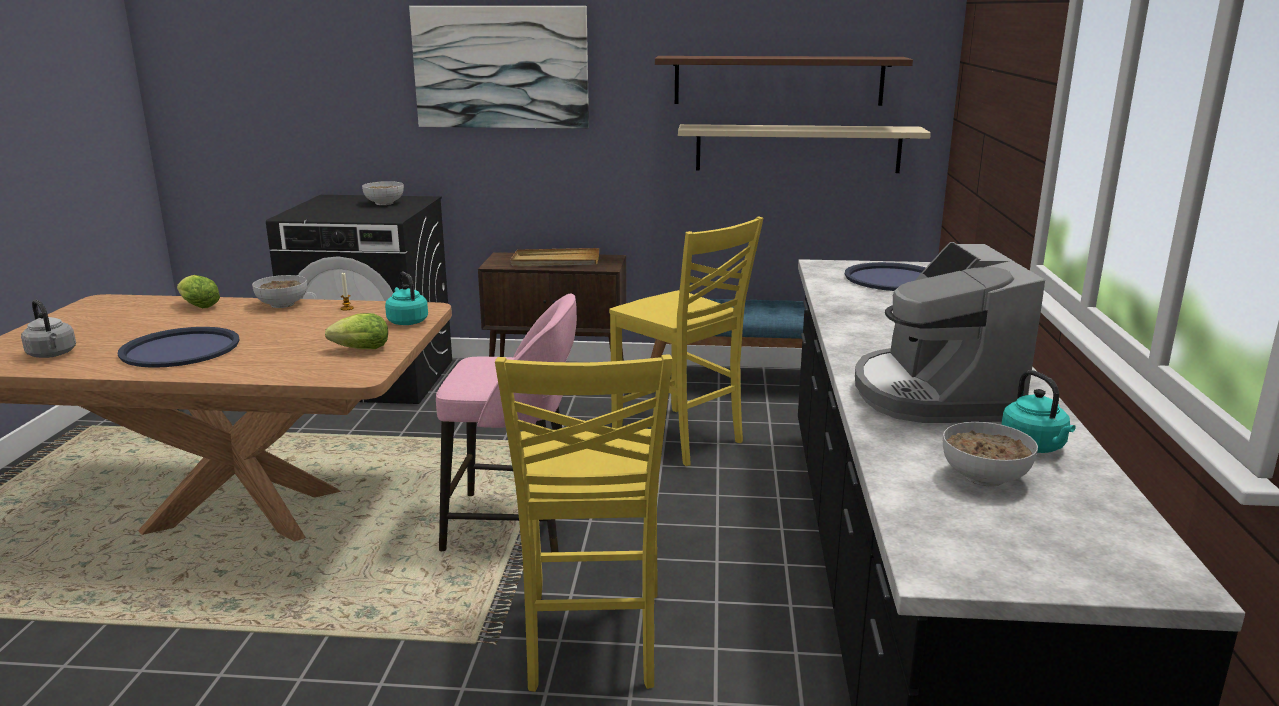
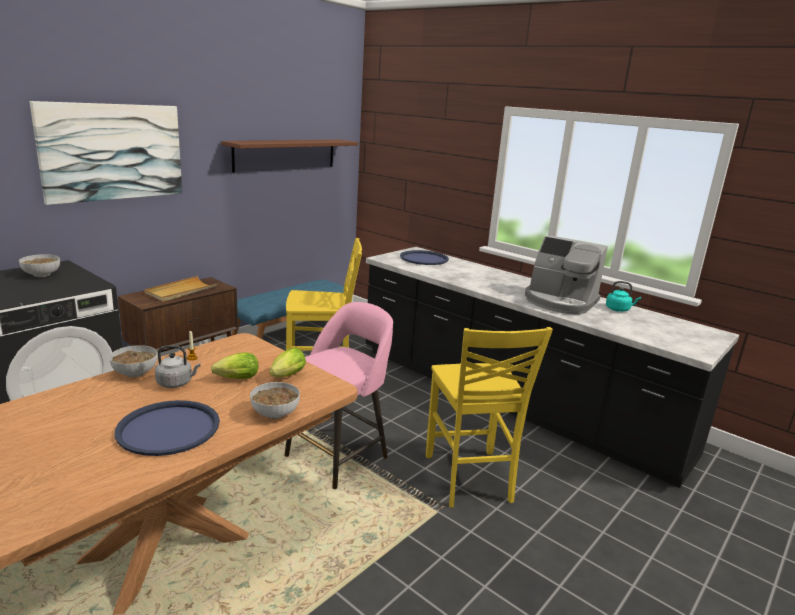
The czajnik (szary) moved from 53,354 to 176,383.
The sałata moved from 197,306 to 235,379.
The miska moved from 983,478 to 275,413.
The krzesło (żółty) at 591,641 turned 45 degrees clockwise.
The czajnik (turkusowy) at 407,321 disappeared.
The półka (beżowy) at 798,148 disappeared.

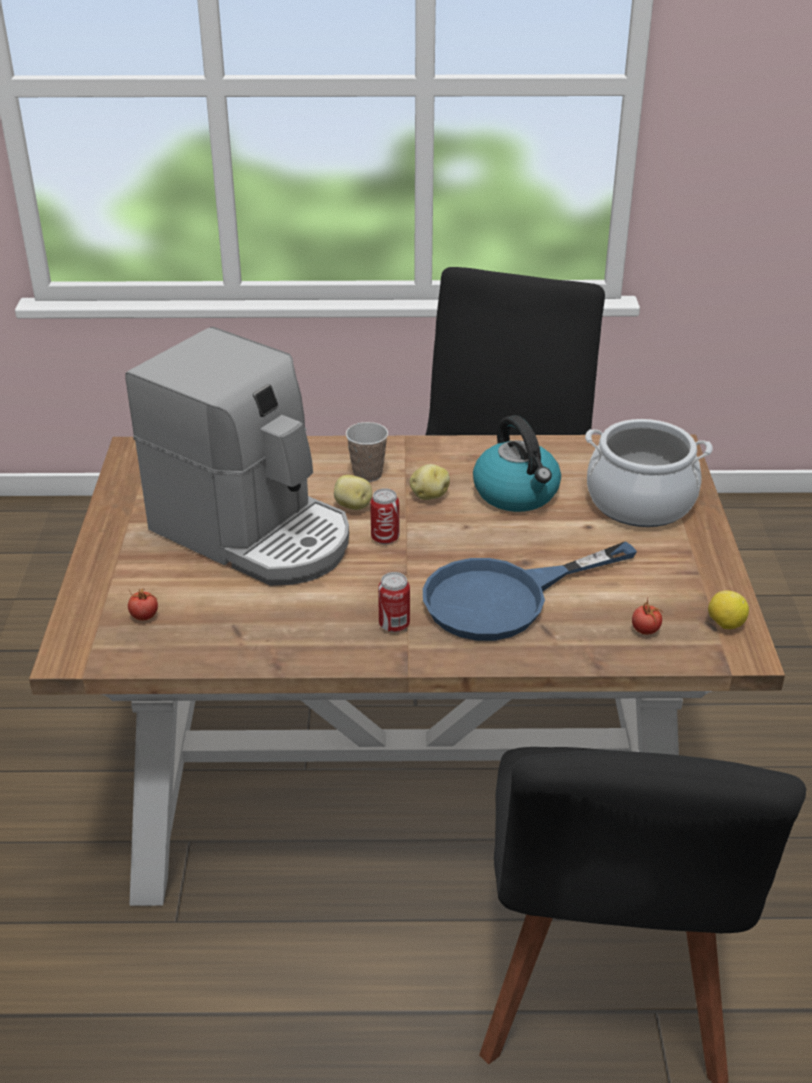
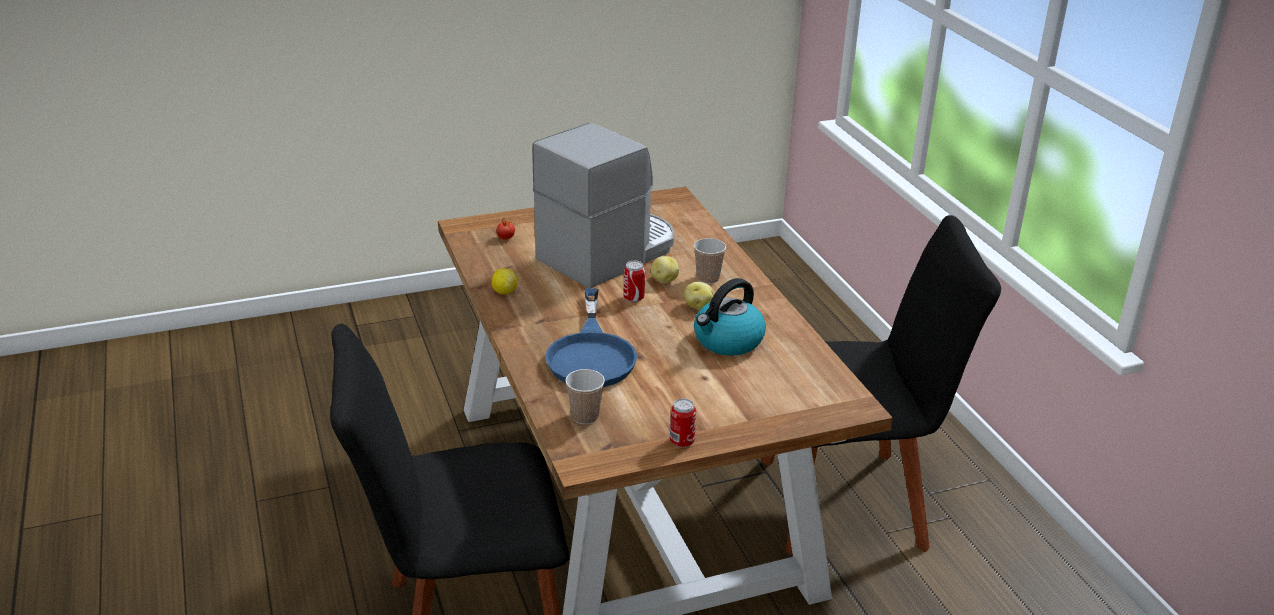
The cytryna moved from 725,624 to 504,292.
The ekspres do kawy at 254,533 turned 150 degrees counterclockwise.
The patelnia (niebieski) at 504,598 turned 135 degrees counterclockwise.
The pomidor at 645,630 was replaced by the filiżanka at 585,417.
The puszka moved from 394,625 to 682,442.
The garnek at 640,502 disappeared.

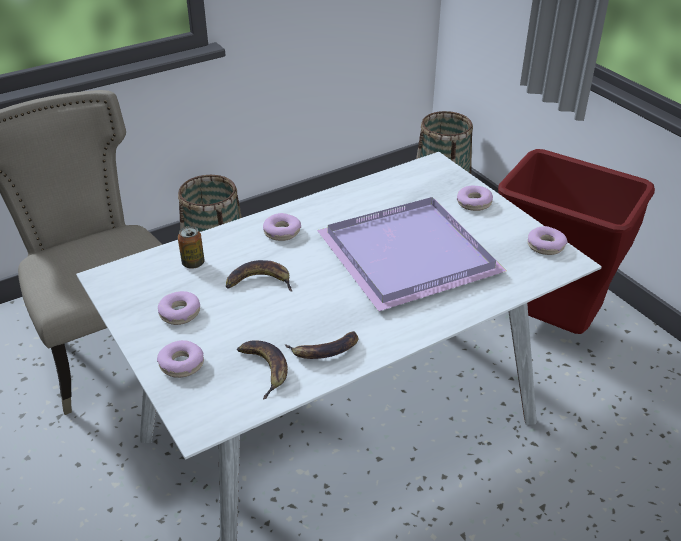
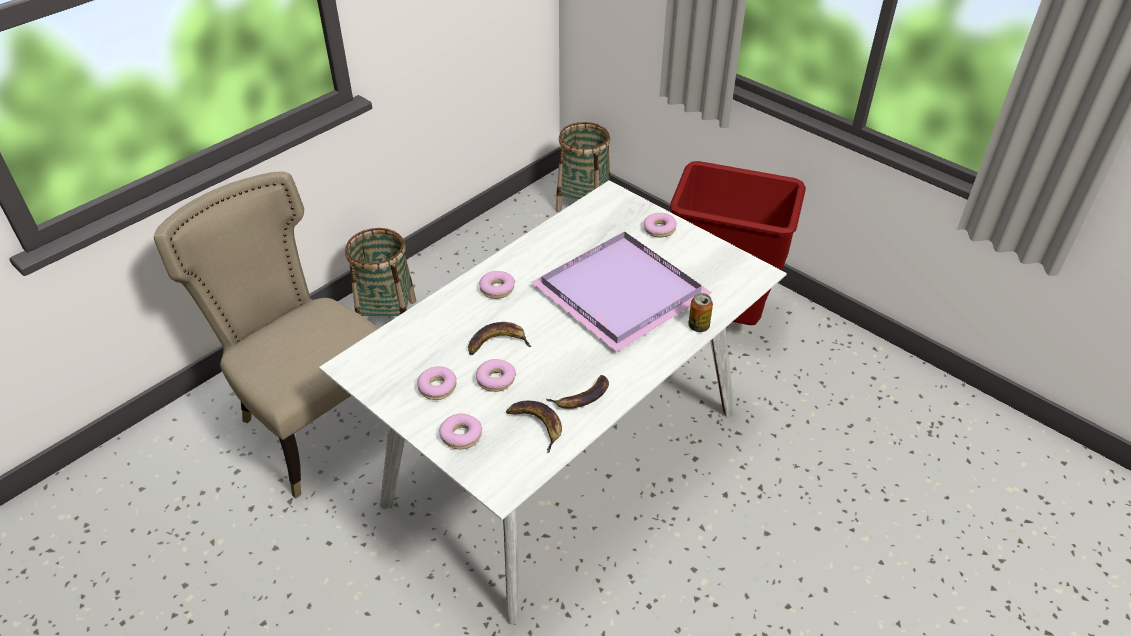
The donut moved from 545,246 to 496,380.
The puszka moved from 193,263 to 698,326.

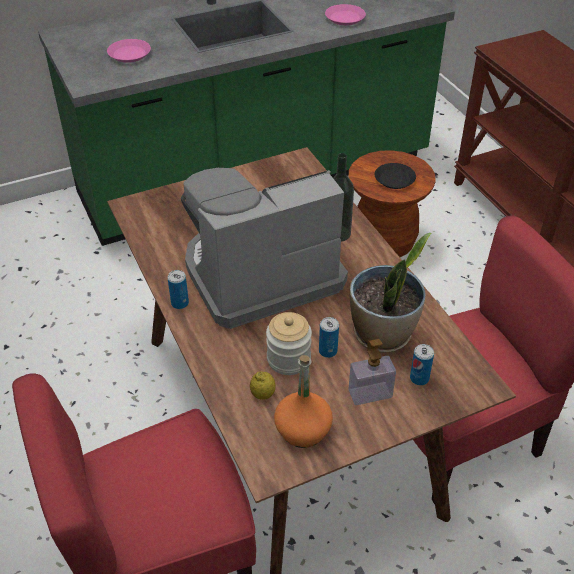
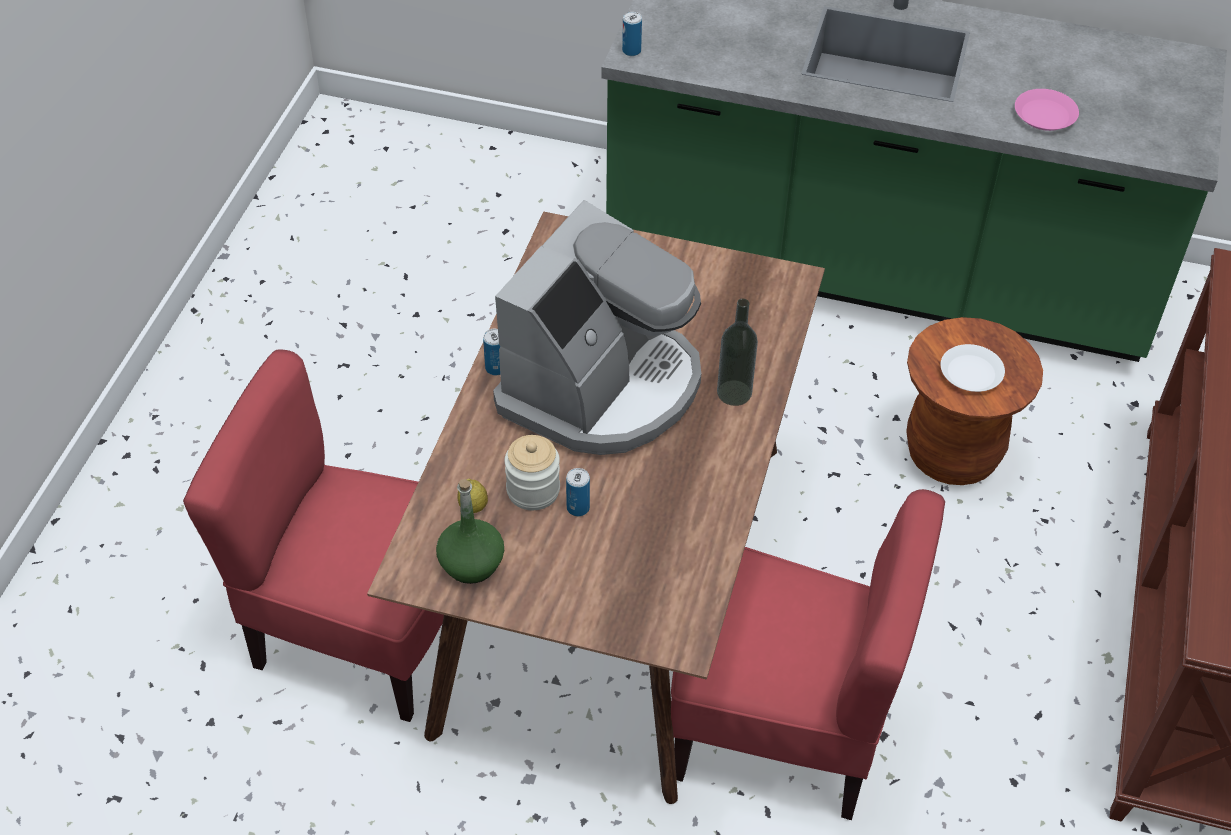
The butelka (pomarańczowy) at 303,430 became the butelka (zielony) at 471,563.
The ekspres do kawy at 259,274 turned 105 degrees clockwise.
The puszka moved from 419,378 to 631,51.
The talerz (czarny) at 394,179 became the talerz (biały) at 971,373.
The talerz (różowy) at 129,54 disappeared.
The dozownik mydła at 370,394 disappeared.
The roślina doniczkowa at 383,335 disappeared.

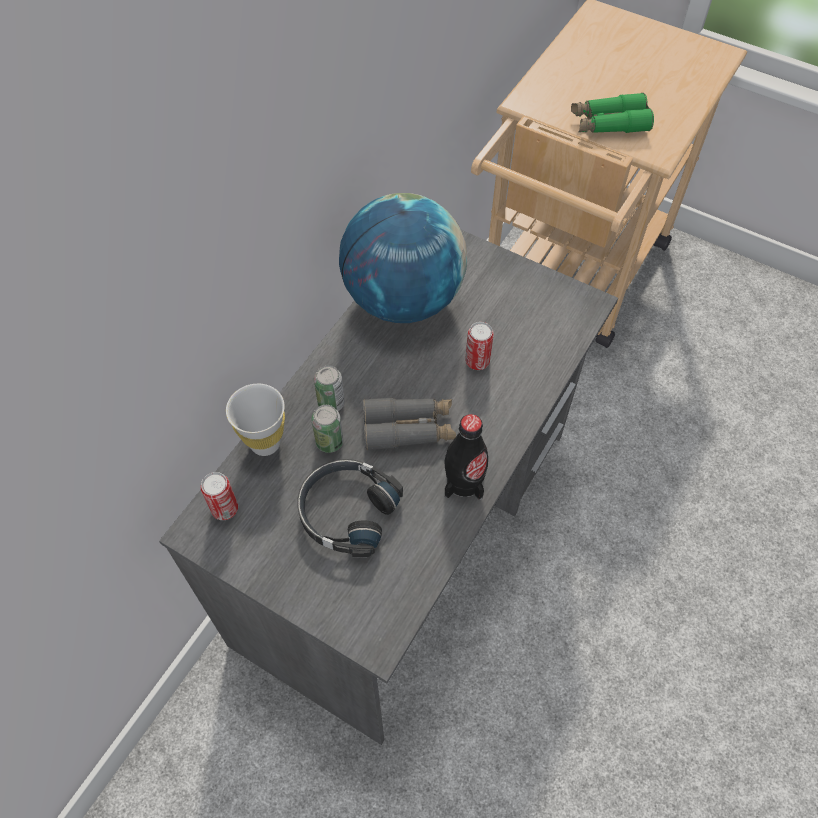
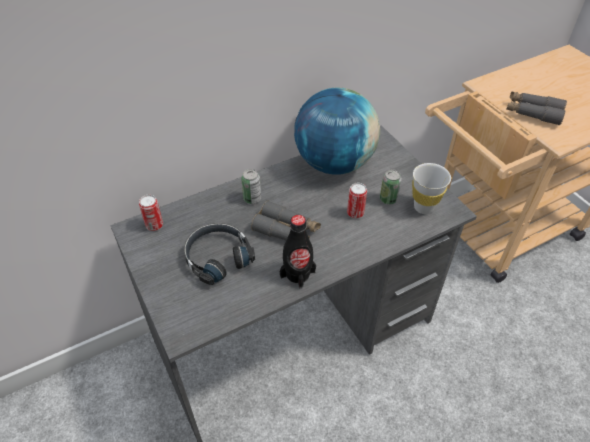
The puszka moved from 329,442 to 388,199.
The filiżanka (biały) moved from 265,443 to 423,207.
The lornetka (zielony) at 609,123 became the lornetka (szary) at 533,112.

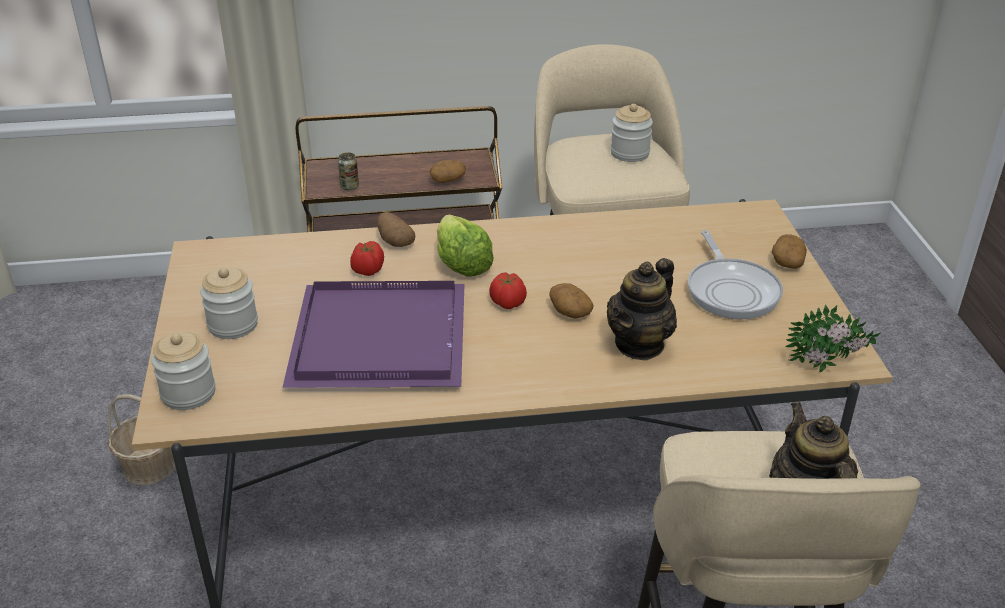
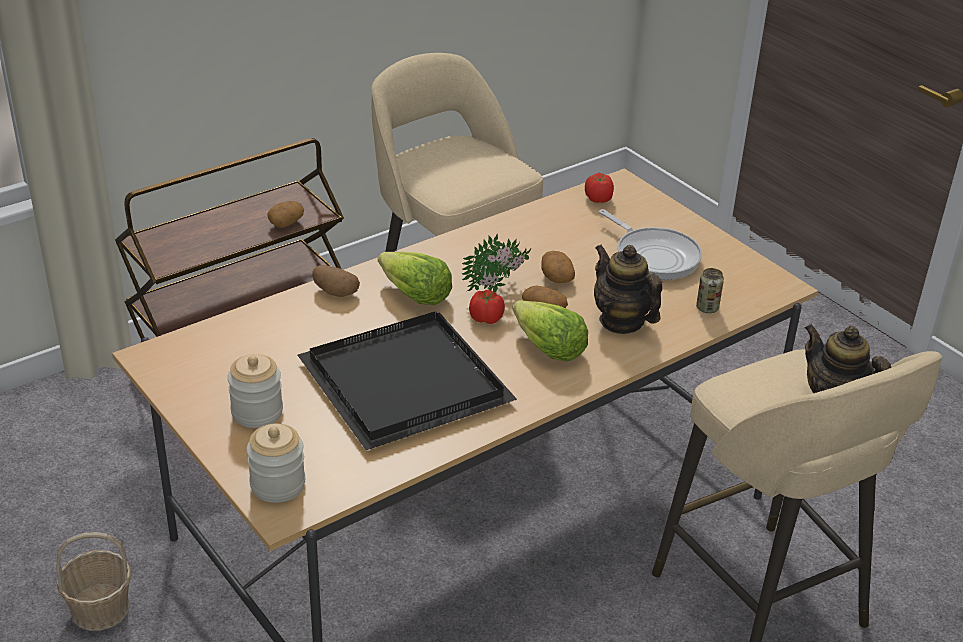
The taca (fioletowy) at 382,341 became the taca (czarny) at 409,383.
The roślina doniczkowa moved from 828,368 to 498,289.
The sałata at 547,348 appeared.
The ziemniak moved from 787,261 to 556,277.
The pomidor moved from 367,270 to 597,199.
The imbryk at 640,344 turned 135 degrees clockwise.
The puszka moved from 349,186 to 707,308.
The słoik at 629,153 disappeared.

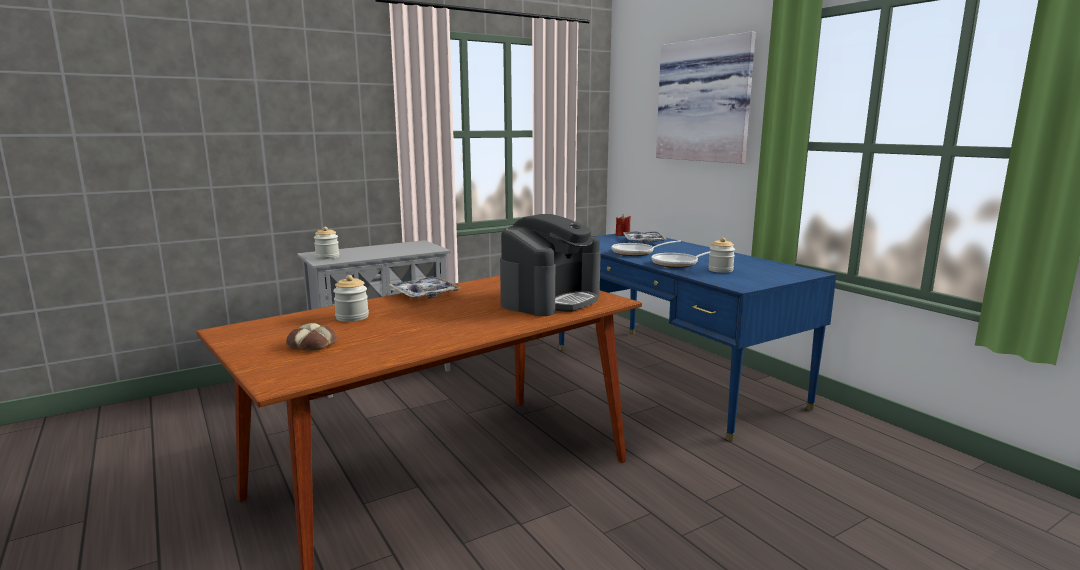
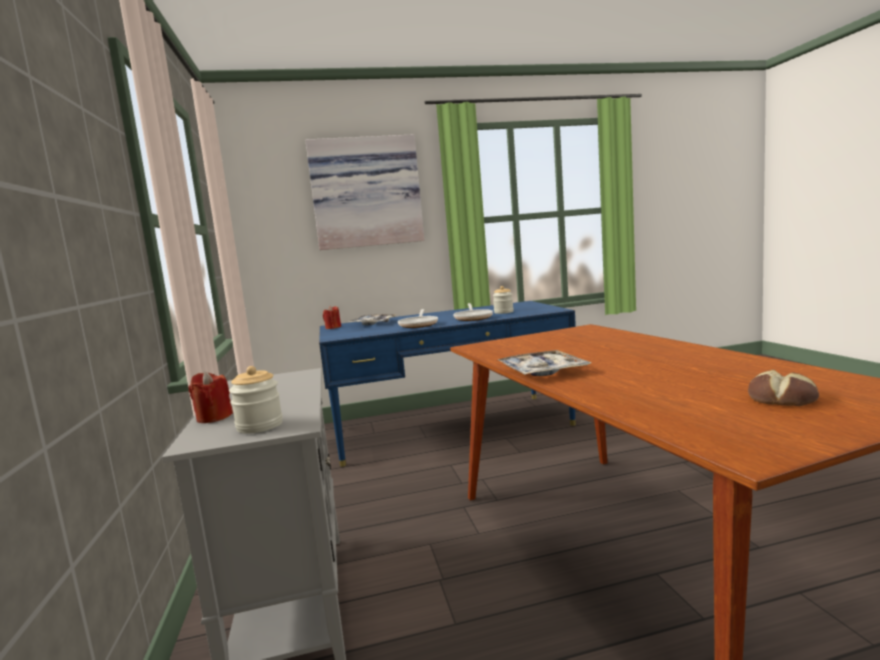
The świeca (czerwony) at 214,417 appeared.
The słoik at 352,317 disappeared.
The ekspres do kawy at 551,300 disappeared.

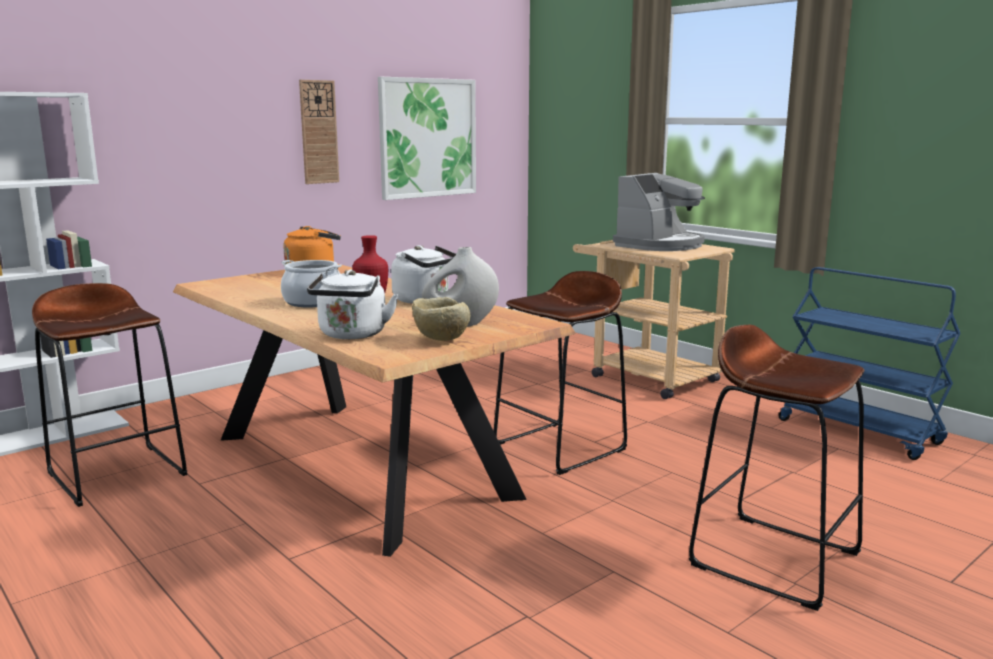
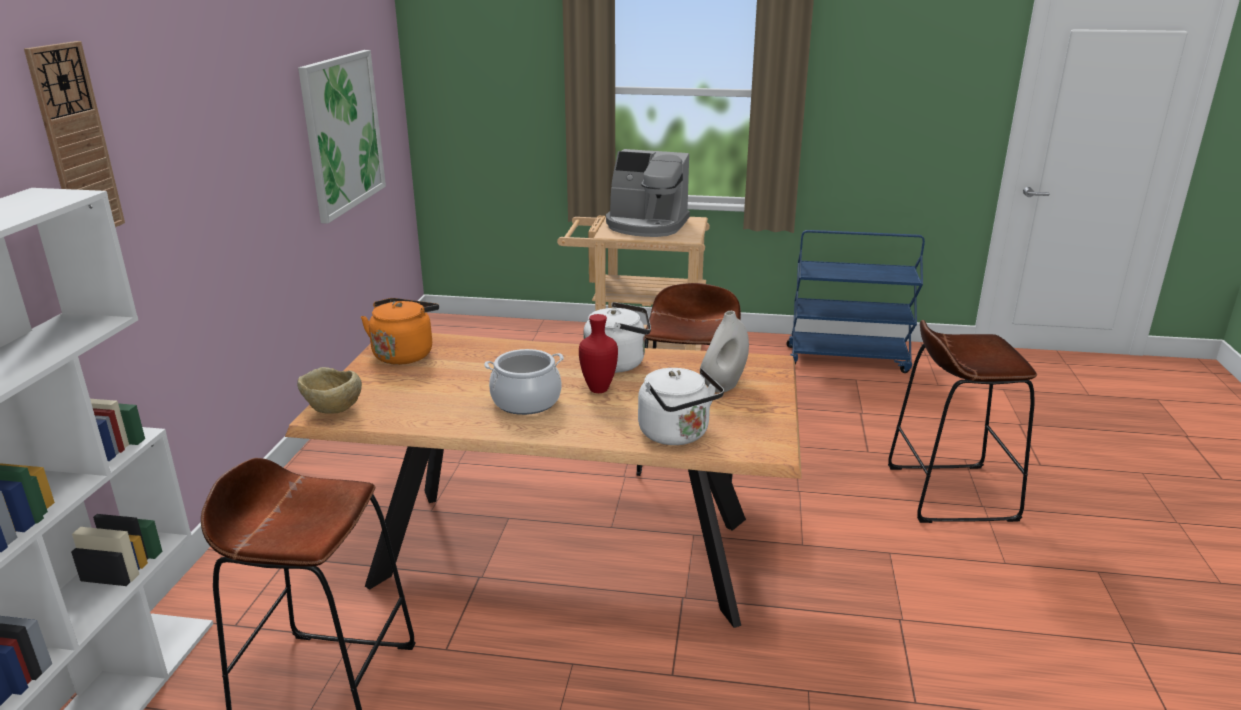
The zegar ścienny moved from 319,132 to 75,142.
The miska (beżowy) moved from 440,340 to 333,411.
The ekspres do kawy at 660,245 turned 105 degrees clockwise.

